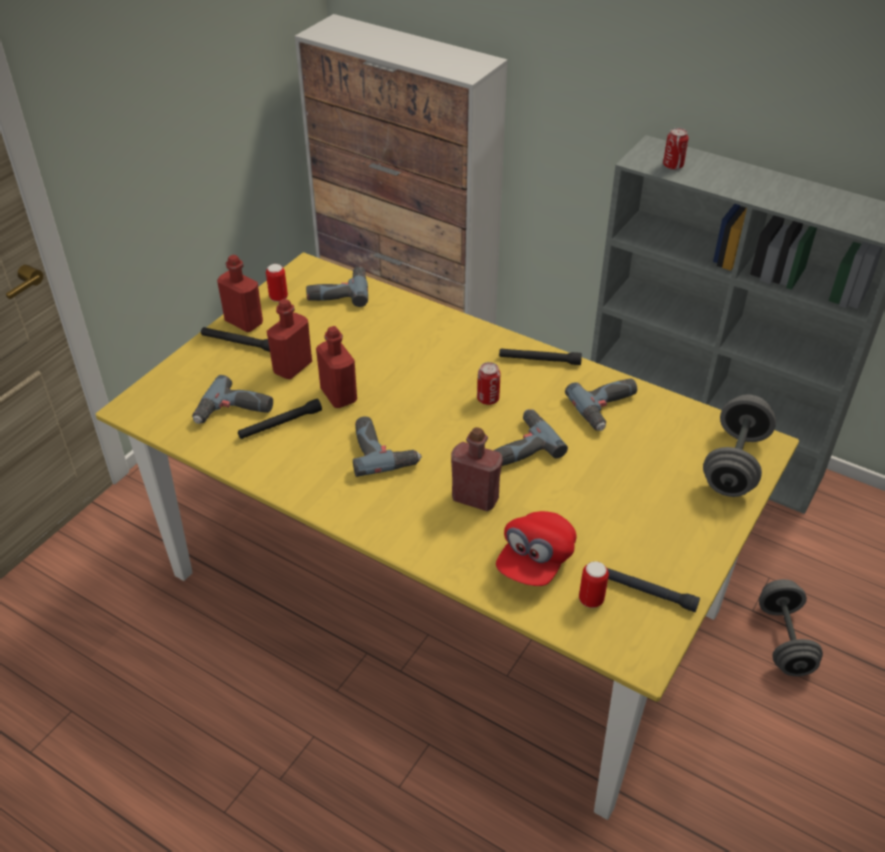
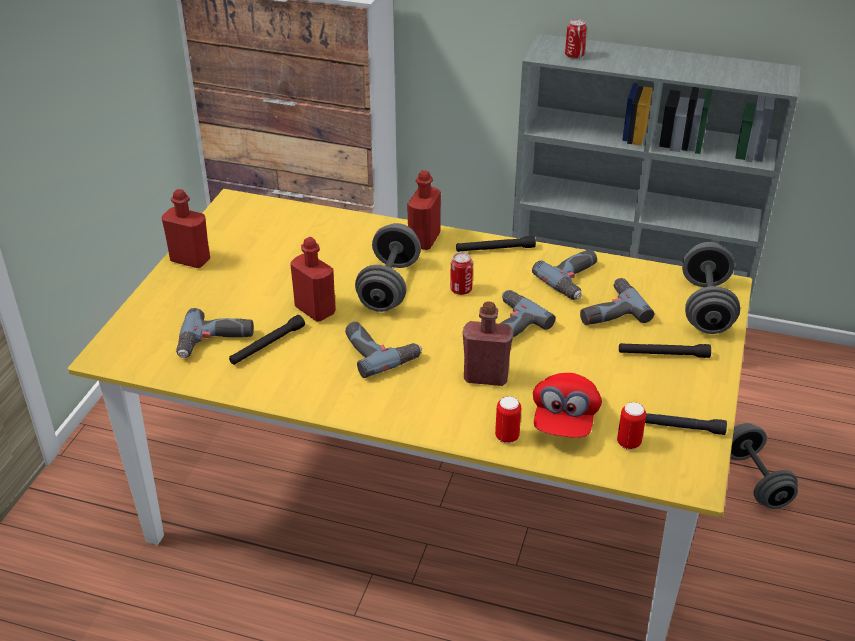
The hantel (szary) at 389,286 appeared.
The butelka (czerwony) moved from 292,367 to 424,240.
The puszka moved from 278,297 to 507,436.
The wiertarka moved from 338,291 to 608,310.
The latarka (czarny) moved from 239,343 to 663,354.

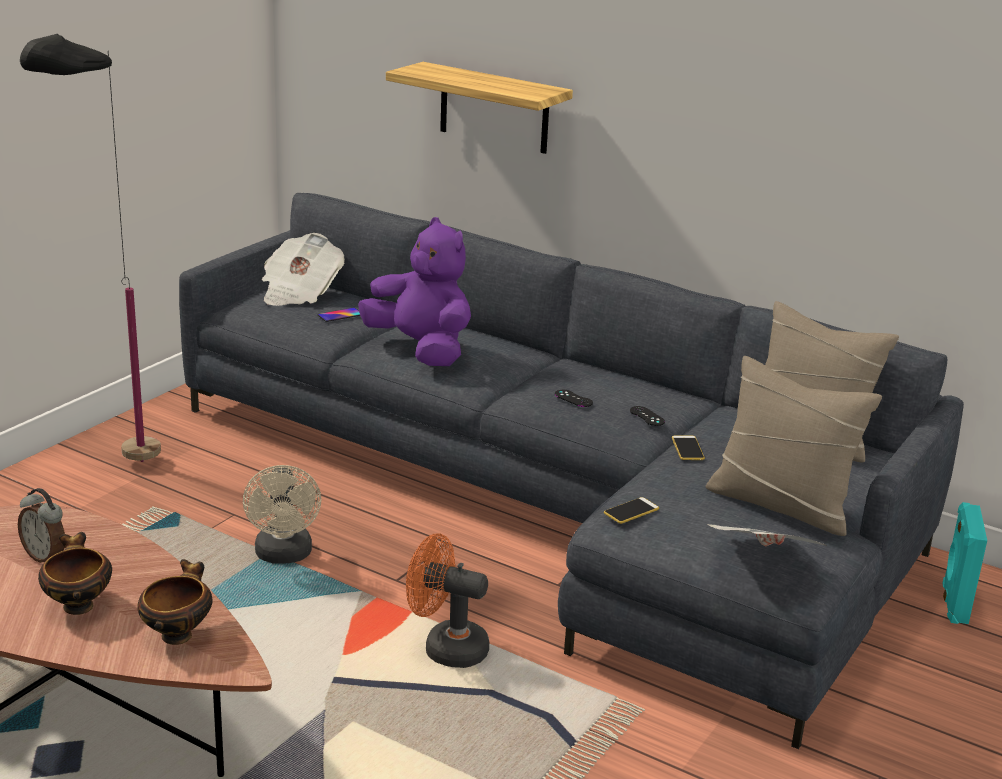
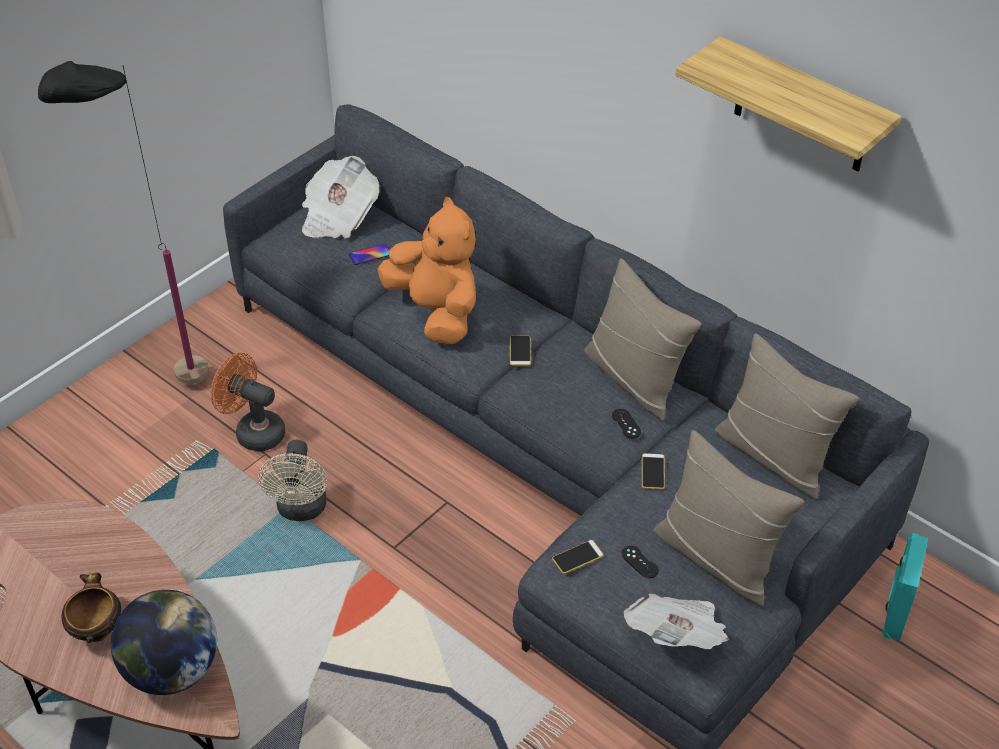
The miska at 177,634 was replaced by the globus at 172,671.
The wentylator (pomarańczowy) moved from 446,648 to 253,431.
The pluszak (fioletowy) at 421,349 became the pluszak (pomarańczowy) at 436,312.
The telefon at 520,351 appeared.
The poduszka (beżowy) at 634,379 appeared.
The pad do gier (czarny) moved from 573,398 to 639,562.
The półka moved from 494,108 to 801,108.
The budzik at 45,557 disappeared.

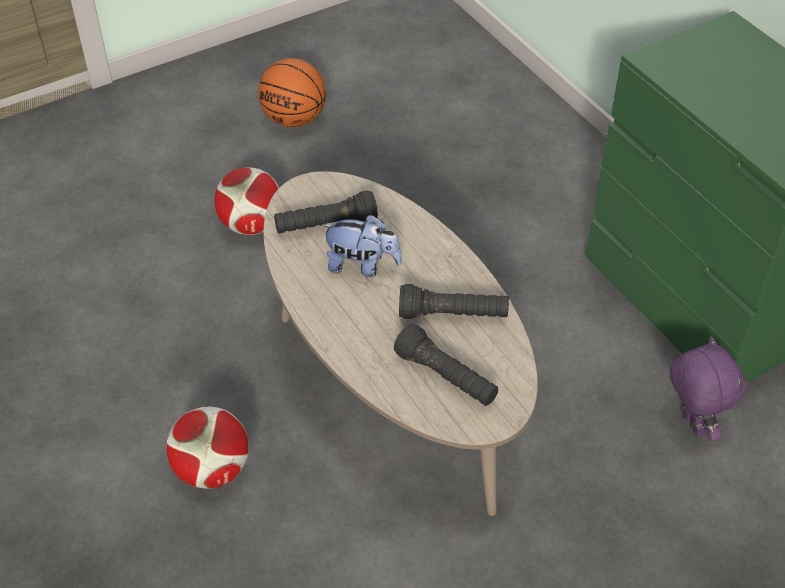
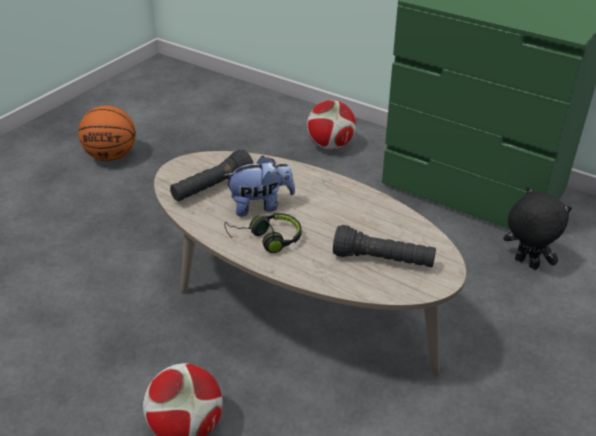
The słuchawki (czarny) at 266,239 appeared.
The piłka futbolowa moved from 252,225 to 330,145.
The pluszak (fioletowy) at 691,425 became the pluszak (czarny) at 525,264.
The latarka (czarny) at 453,315 disappeared.

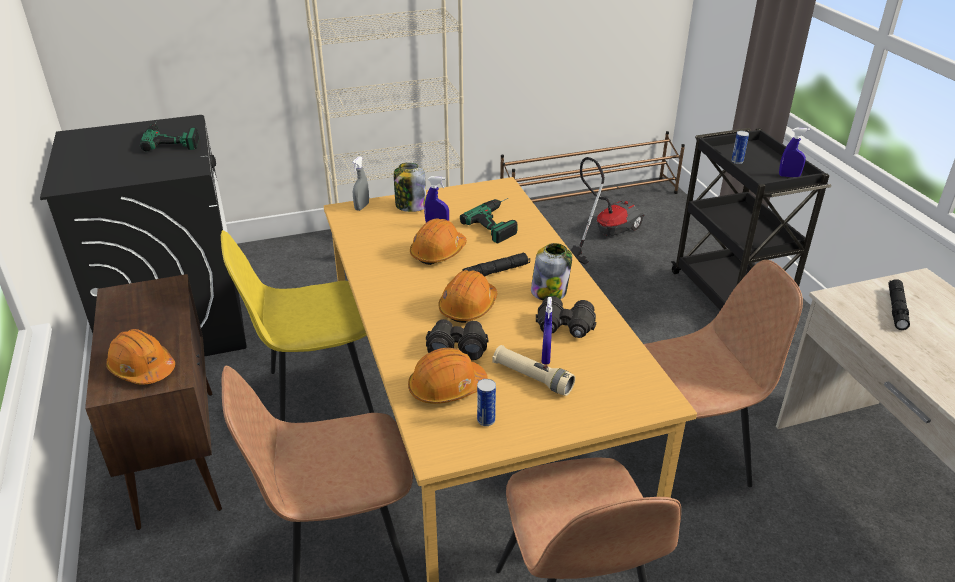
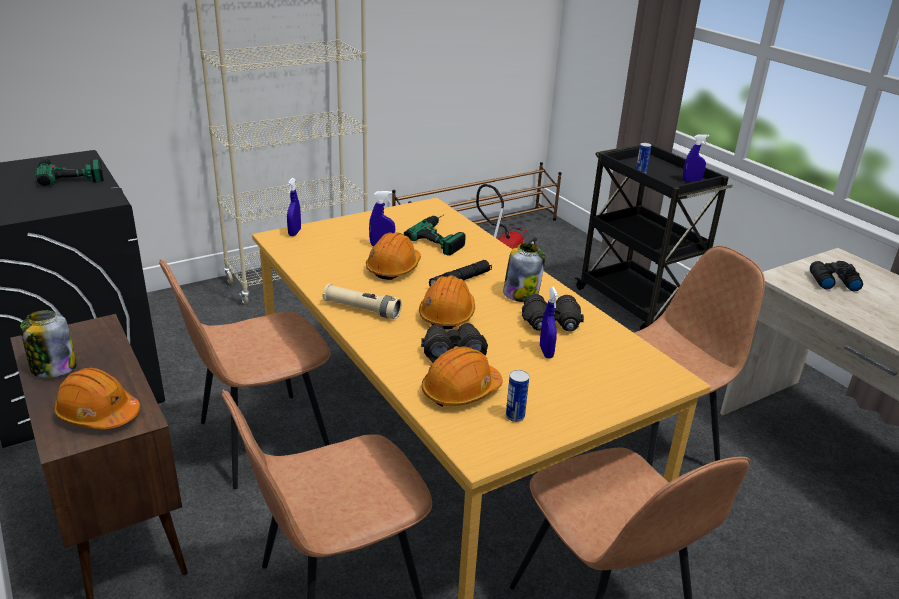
The słoik moved from 410,206 to 53,368.
The krzesło (żółty) at 317,395 became the krzesło (brązowy) at 261,440.
The spryskiwacz (szary) at 362,207 became the spryskiwacz (niebieski) at 294,232.
The latarka (beżowy) moved from 532,378 to 362,310.
The latarka (czarny) at 896,309 was replaced by the lornetka (czarny) at 832,282.

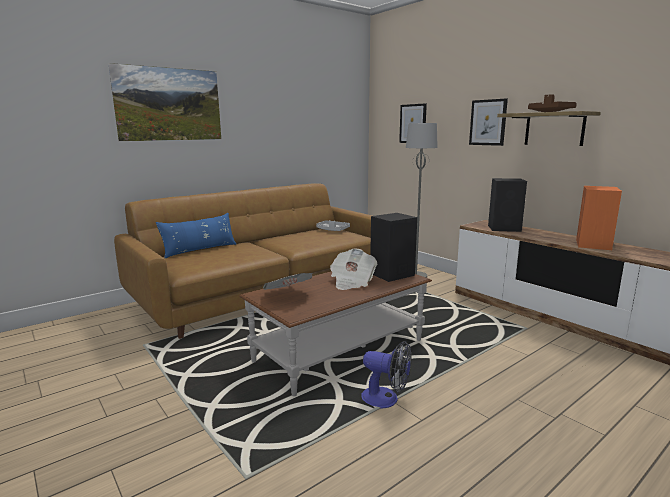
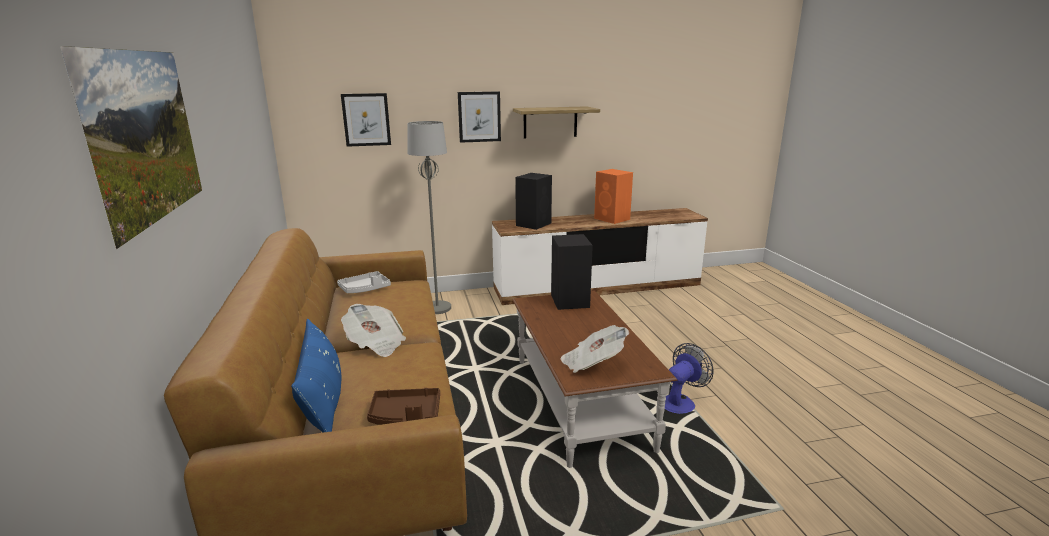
The gazeta moved from 352,282 to 375,344.
The taca (brązowy) moved from 549,112 to 406,416.

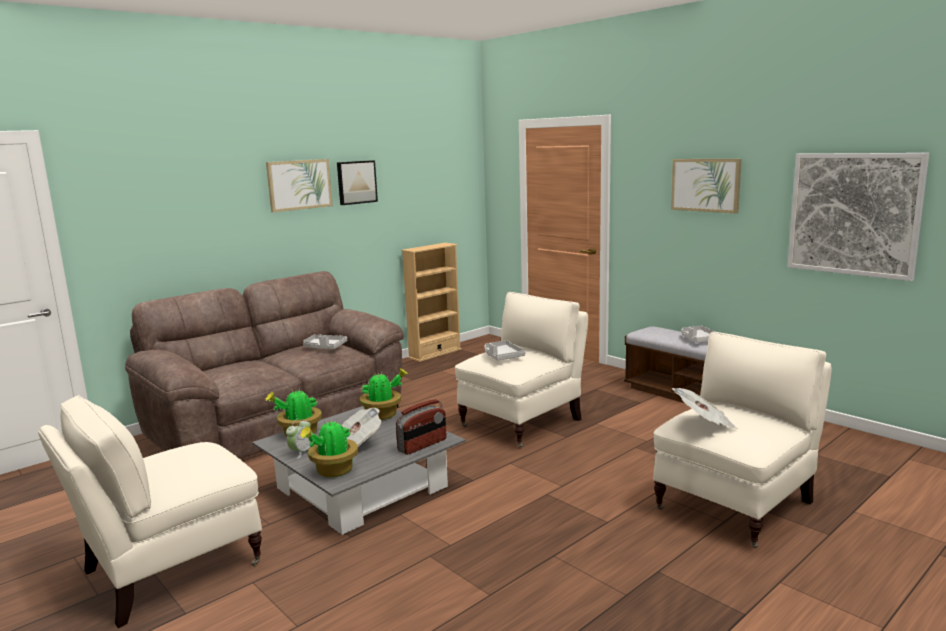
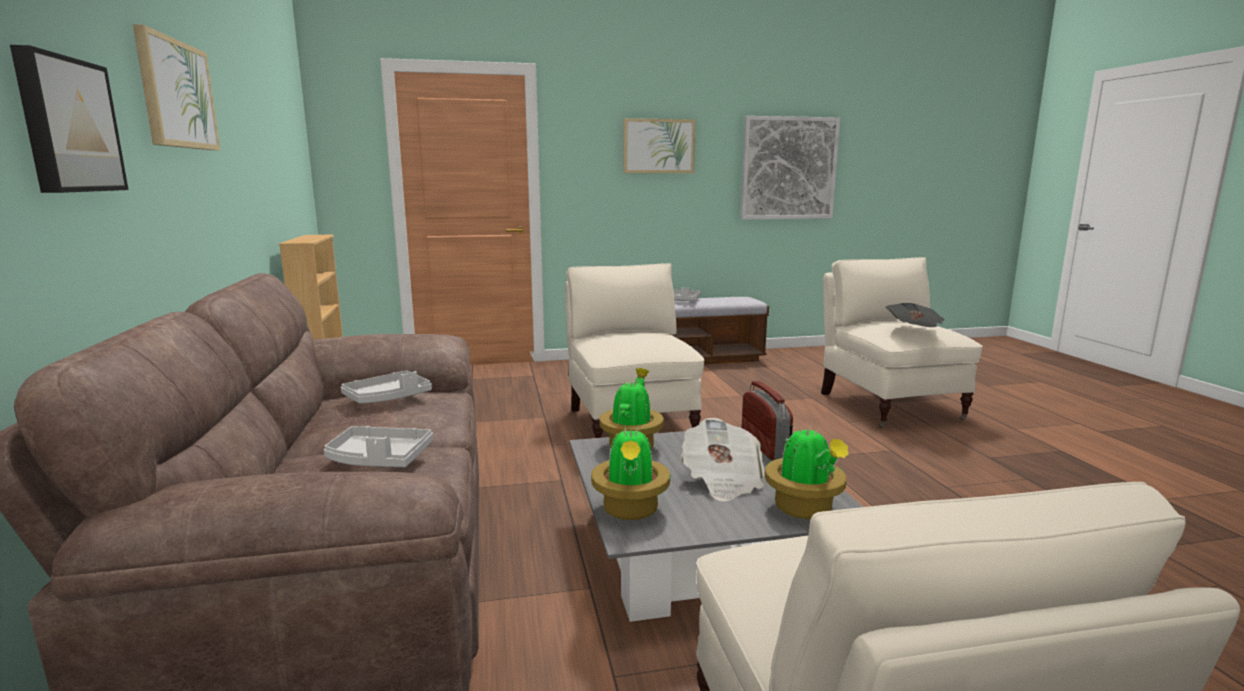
The obraz moved from 356,182 to 67,125.
The taca (szary) moved from 502,356 to 379,459.
The budzik at 301,452 disappeared.

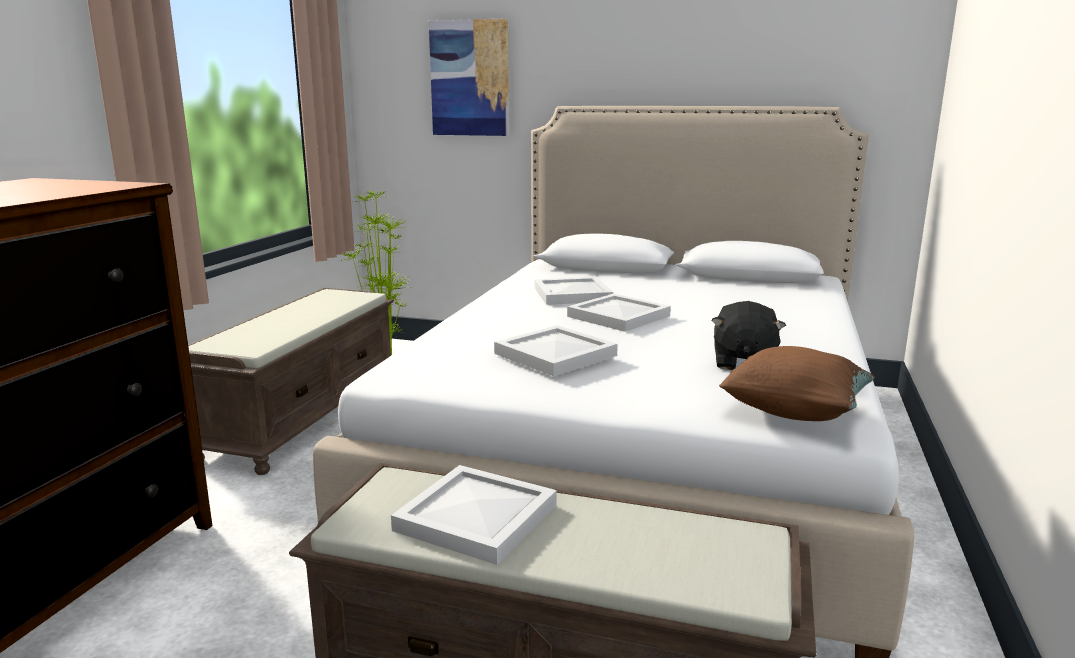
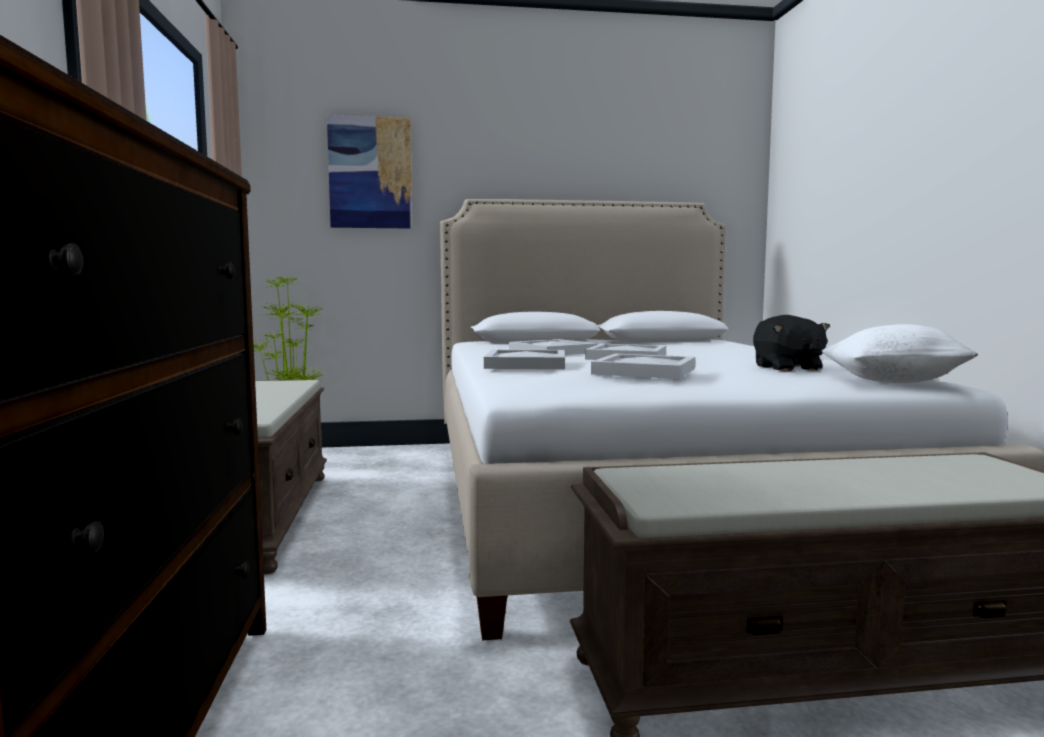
The taca (biały) moved from 477,519 to 527,364.
The poduszka (brązowy) at 794,412 became the poduszka (biały) at 893,381.

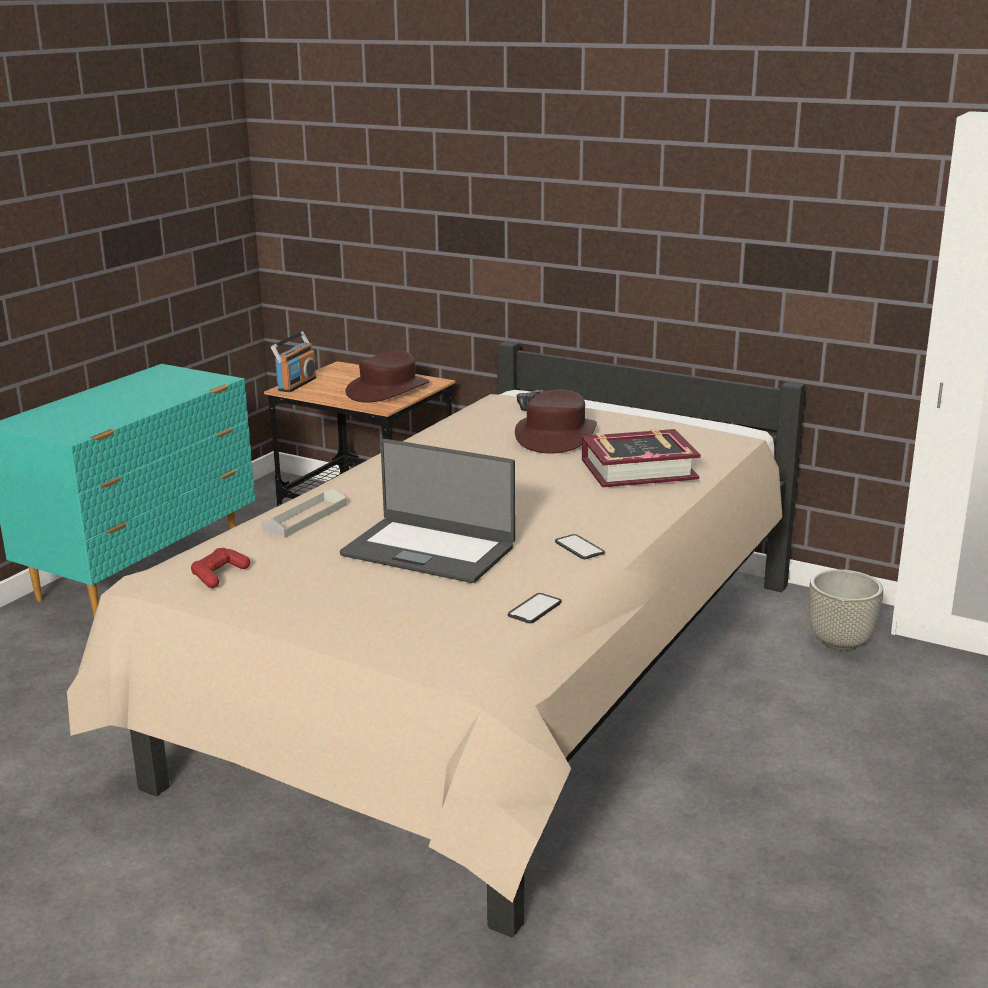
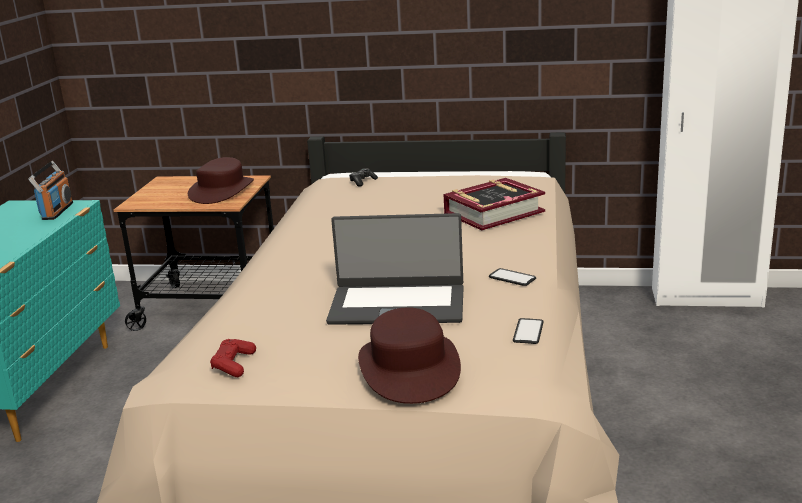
The radio moved from 296,384 to 57,211.
The kapelusz (brązowy) moved from 555,435 to 409,368.
The taca (szary) at 305,518 disappeared.
The donica (szary) at 840,642 disappeared.

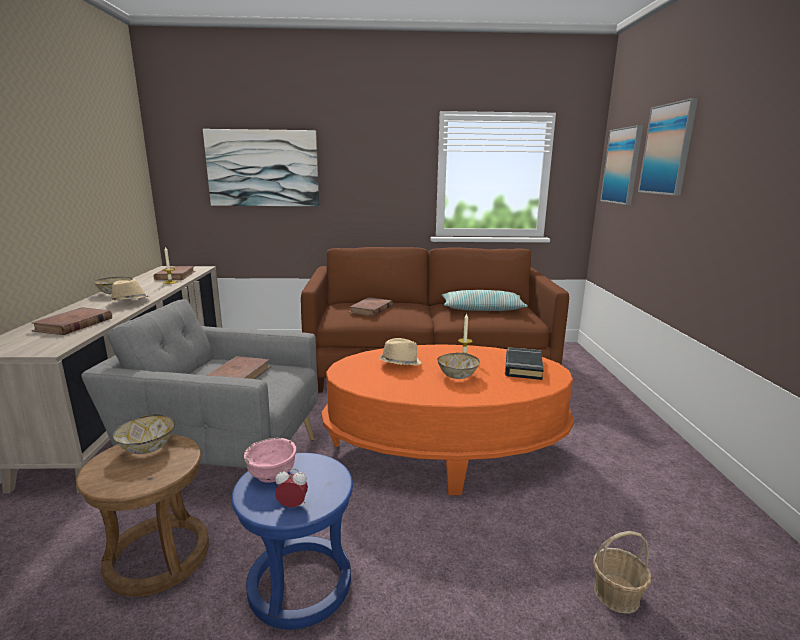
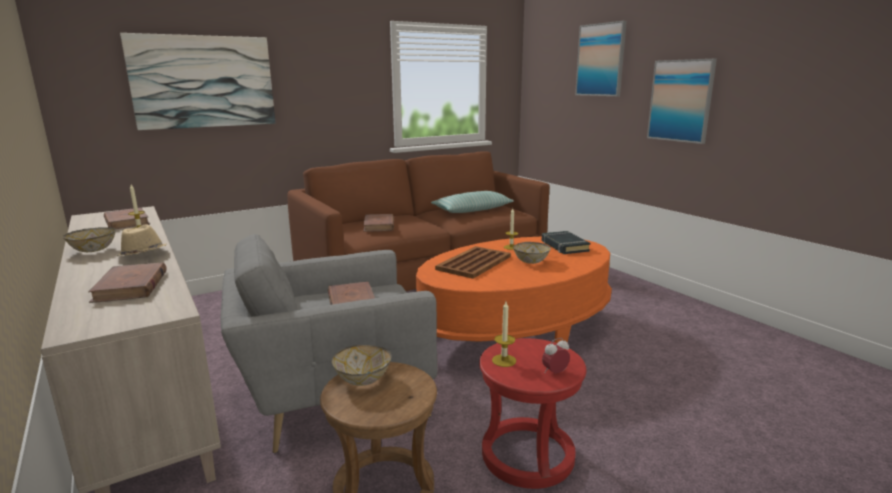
The kapelusz (beżowy) at 399,364 was replaced by the taca (brązowy) at 473,263.
The stołek (niebieski) at 299,584 became the stołek (czerwony) at 527,456.
The miska (różowy) at 272,473 was replaced by the świeca at 504,360.
The obraz moved from 622,166 to 681,101.
The koszyk at 617,595 disappeared.

